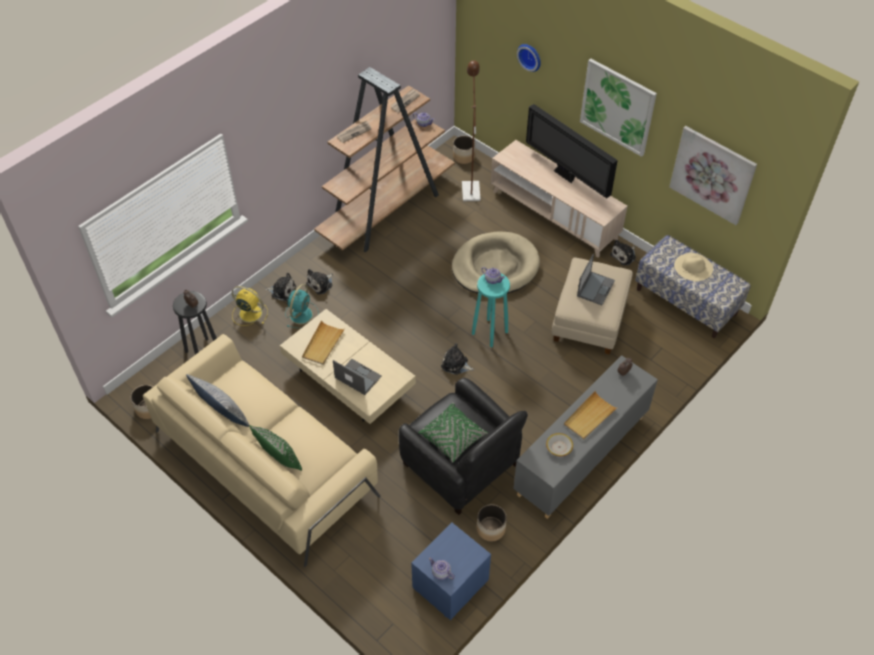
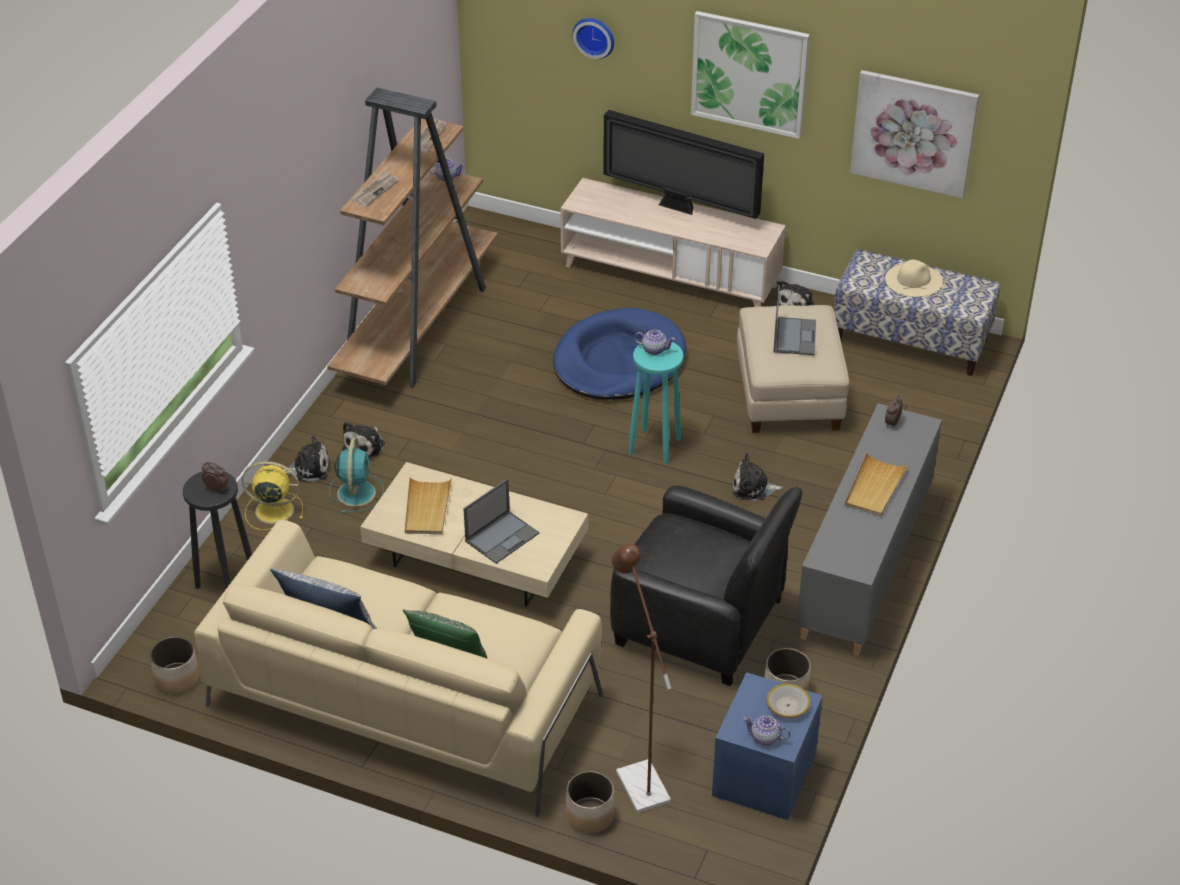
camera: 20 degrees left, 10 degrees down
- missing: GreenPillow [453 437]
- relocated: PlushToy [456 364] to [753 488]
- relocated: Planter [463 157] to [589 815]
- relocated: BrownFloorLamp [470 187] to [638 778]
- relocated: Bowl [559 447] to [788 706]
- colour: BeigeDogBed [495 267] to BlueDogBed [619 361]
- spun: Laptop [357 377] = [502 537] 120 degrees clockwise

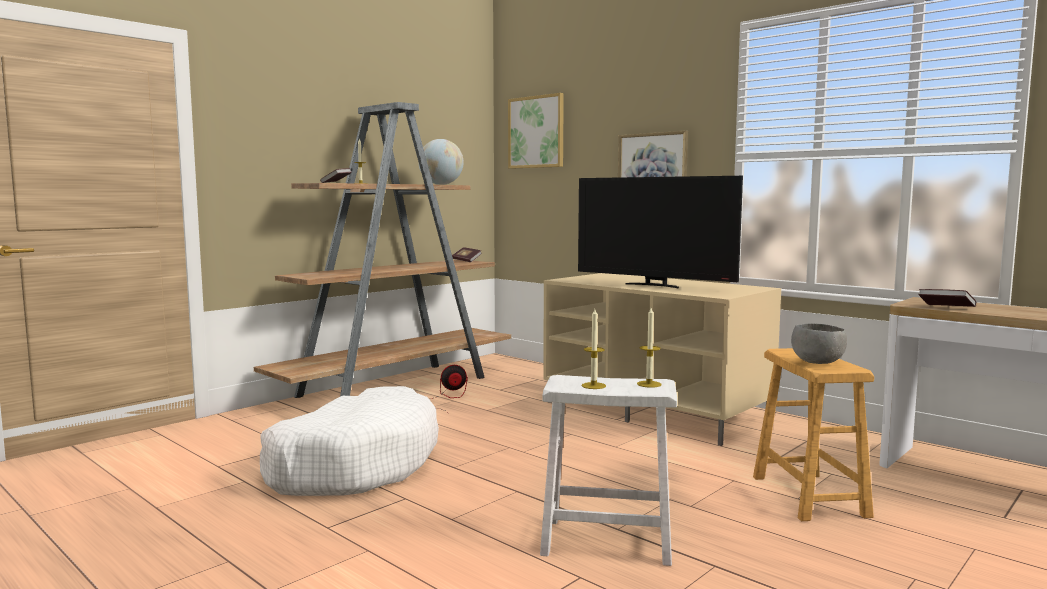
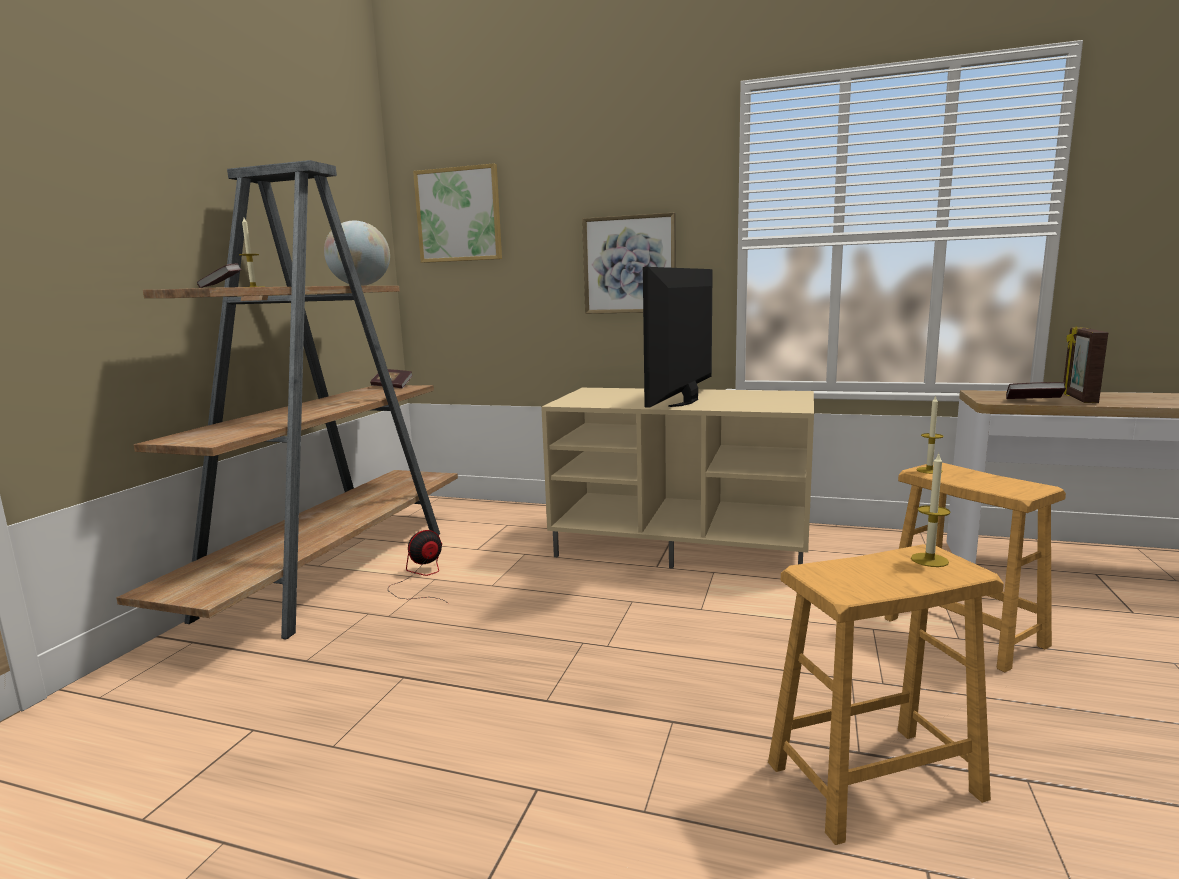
camera: 25 degrees left, 5 degrees up
- missing: WhiteDogBed [354 464]
- missing: GreyBowl [817 362]
- appeared: PictureFrame [1078 398]
- relocated: Candle [593 386] to [929 470]
- colour: WhiteStool [607 541] to BrownStool [875 781]
- spun: Television [654 285] = [686 401] 105 degrees clockwise

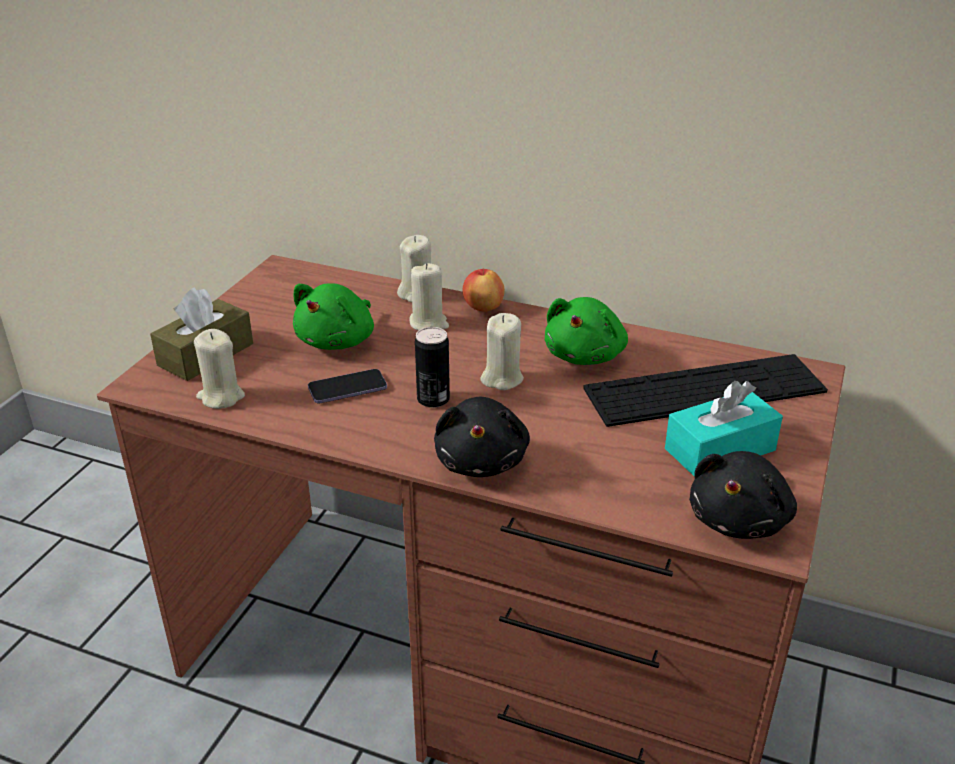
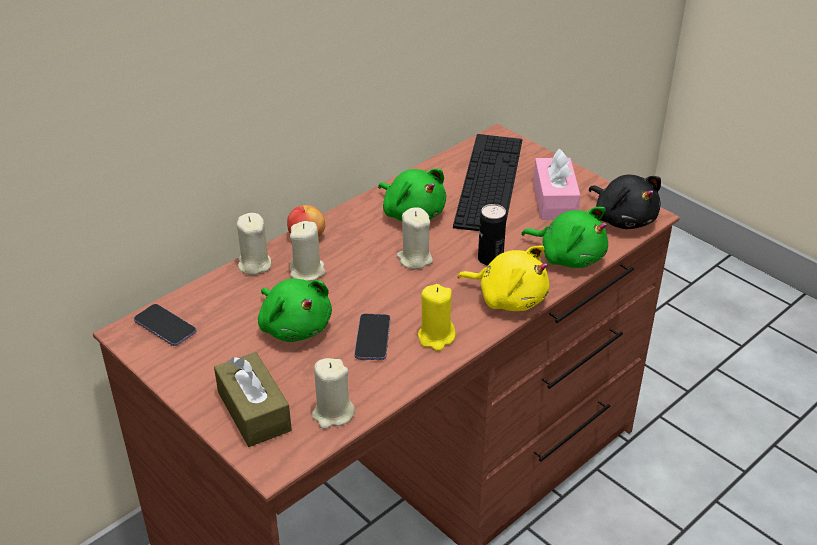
camera: 65 degrees left, 5 degrees up
- appeared: Phone [165 326]
- appeared: YellowCandle [436 337]
- appeared: GreenPlushToy [568 256]
- relocated: Can [433 399] to [490 259]
- colour: BlackPlushToy [482 461] to YellowPlushToy [508 298]
- colour: TurquoiseTissueBox [720 449] to PinkTissueBox [554 200]

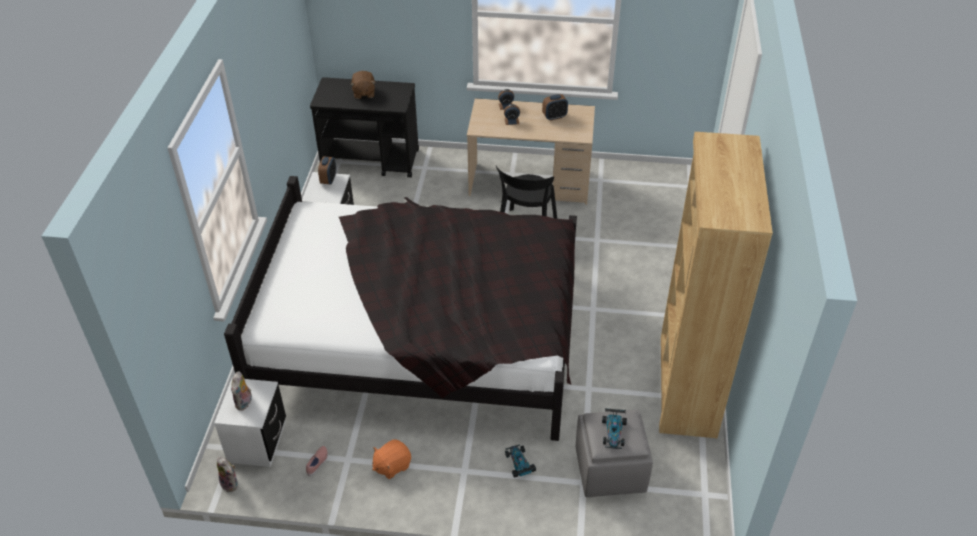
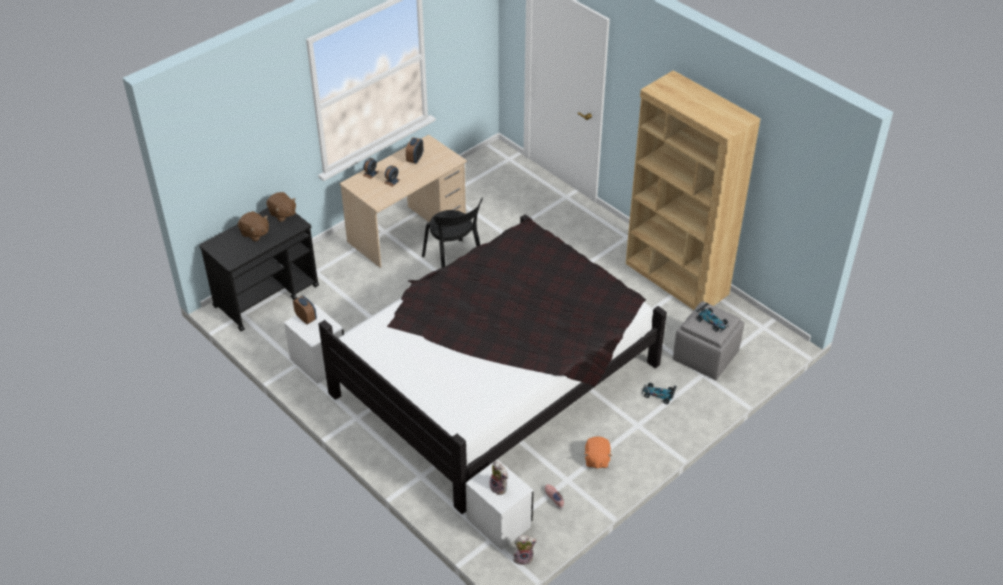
camera: 50 degrees left, 0 degrees up
- appeared: BrownPlushToy [282 214]

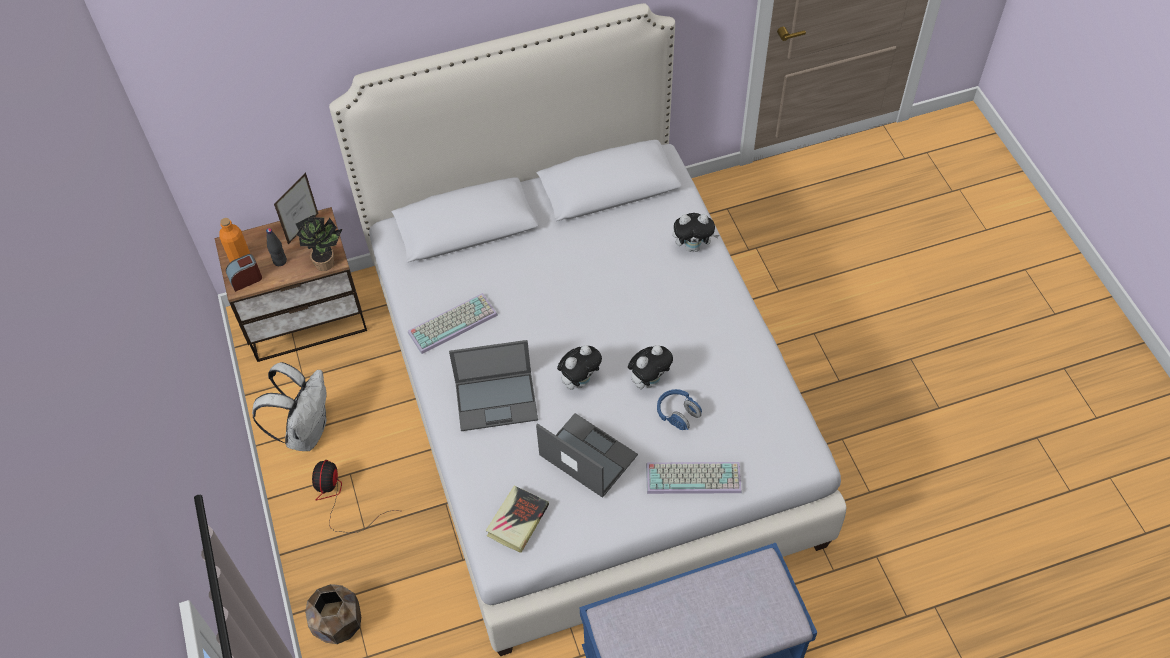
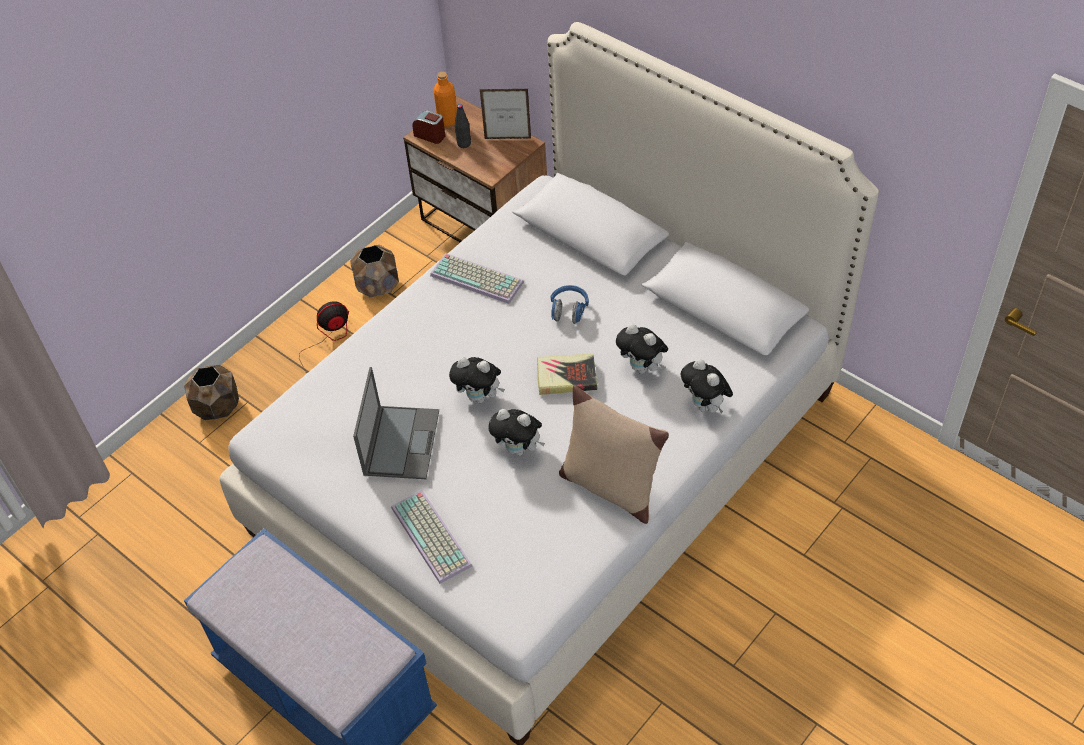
camera: 60 degrees right, 5 degrees down
- missing: PottedPlant [327 262]
- missing: Laptop [497 400]
- appeared: BeigePillow [610 486]
- appeared: PlushToy [642 368]
- relocated: Book [517 521] to [566 377]
- relocated: BlueHeadphones [678 414] to [568 311]
- exchanged: WhiteBackpack [306 431] to BrownPlanter [378 286]

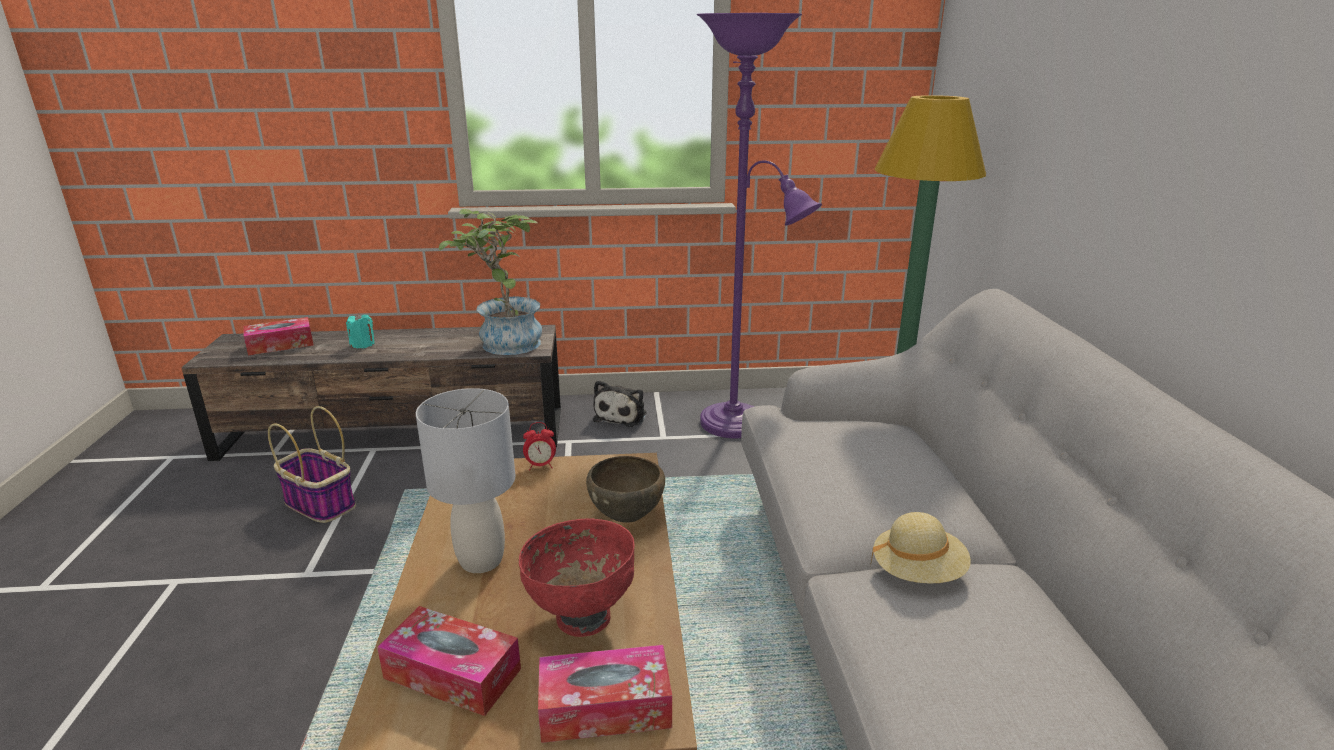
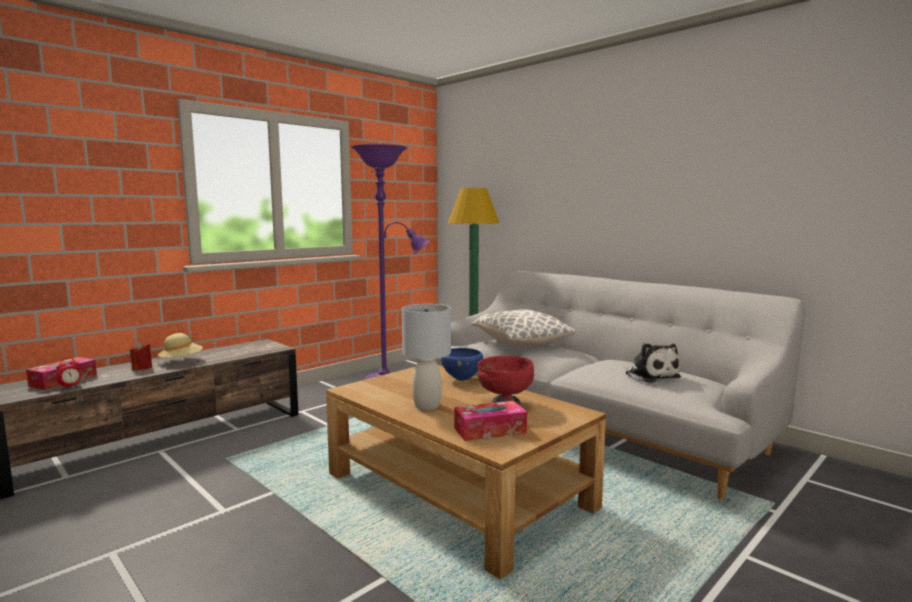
camera: 40 degrees left, 15 degrees down
- missing: Basket [319 504]
- missing: PottedPlant [503 342]
- missing: TissueBox [605 707]
- appeared: Pillow [521 343]
- relocated: AlarmClock [540 466] to [70 387]
- relocated: PlushToy [622 415] to [650 375]
- relocated: BeigeHat [917 572] to [181 361]
- colour: TurquoiseCandle [363 344] to RedCandle [142 368]
- colour: BrownBowl [627 517] to BlueBowl [462 379]

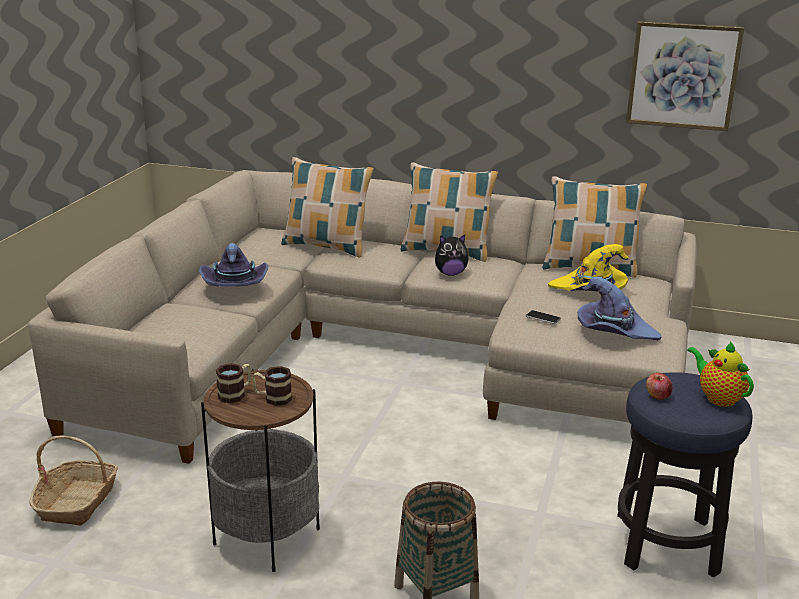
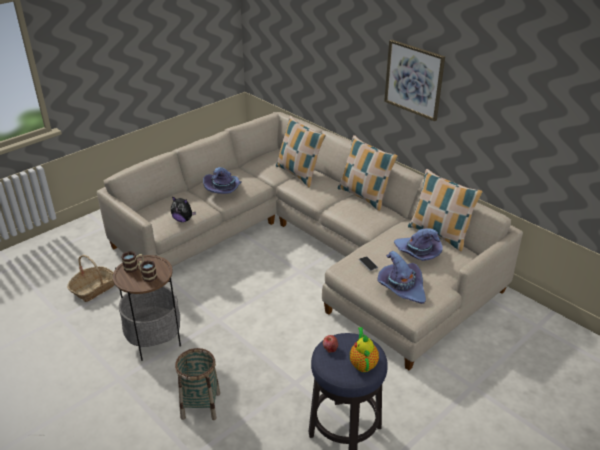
camera: 30 degrees right, 10 degrees up
- relocated: PlushToy [450 273] to [183 220]
- relocated: Picture [683 76] to [414 79]
- colour: YellowHat [590 290] to PurpleHat [417 253]

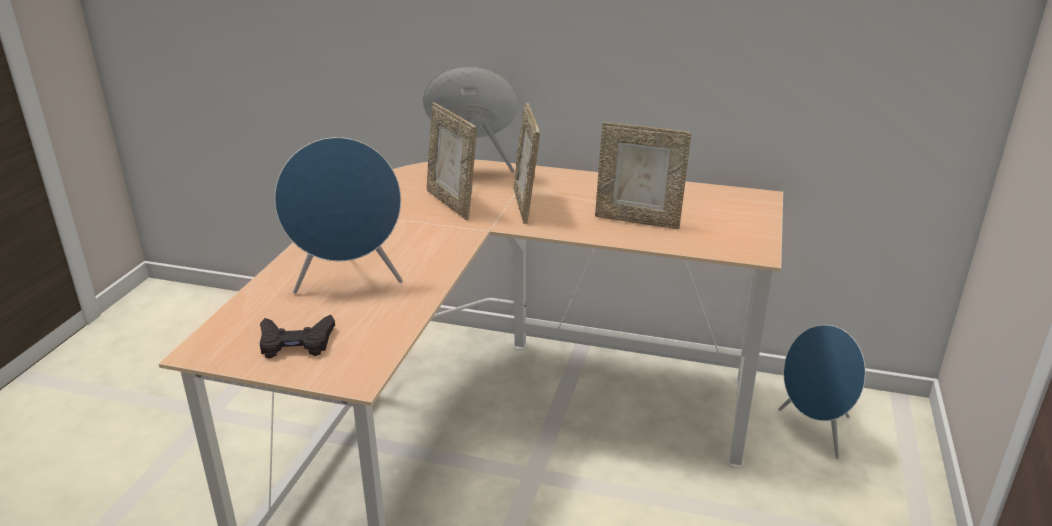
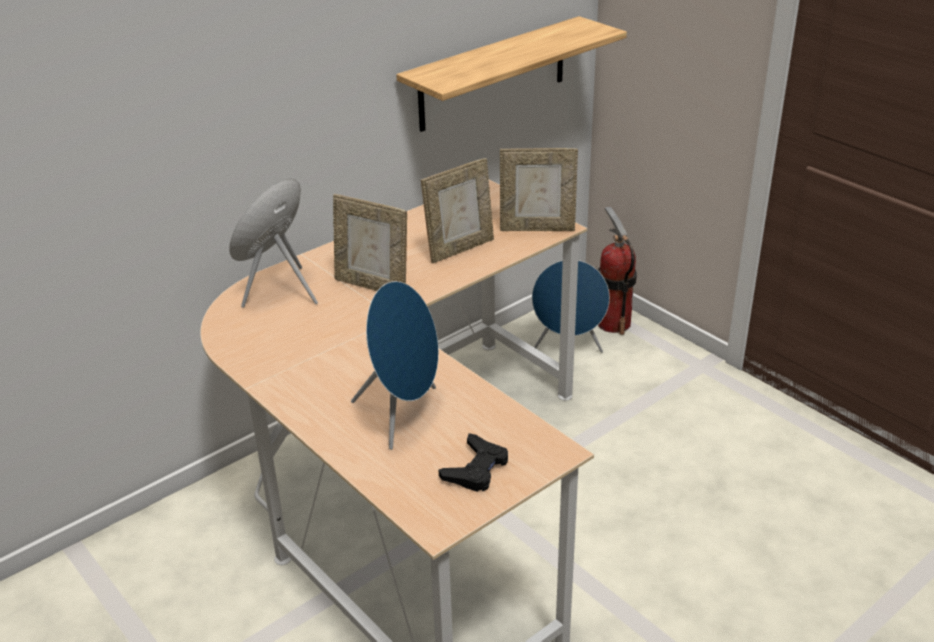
camera: 55 degrees left, 5 degrees up
- appeared: Shelf [493 74]
- appeared: FireExtinguisher [613 323]
- relocated: PictureFrame [452 203] to [537 228]

